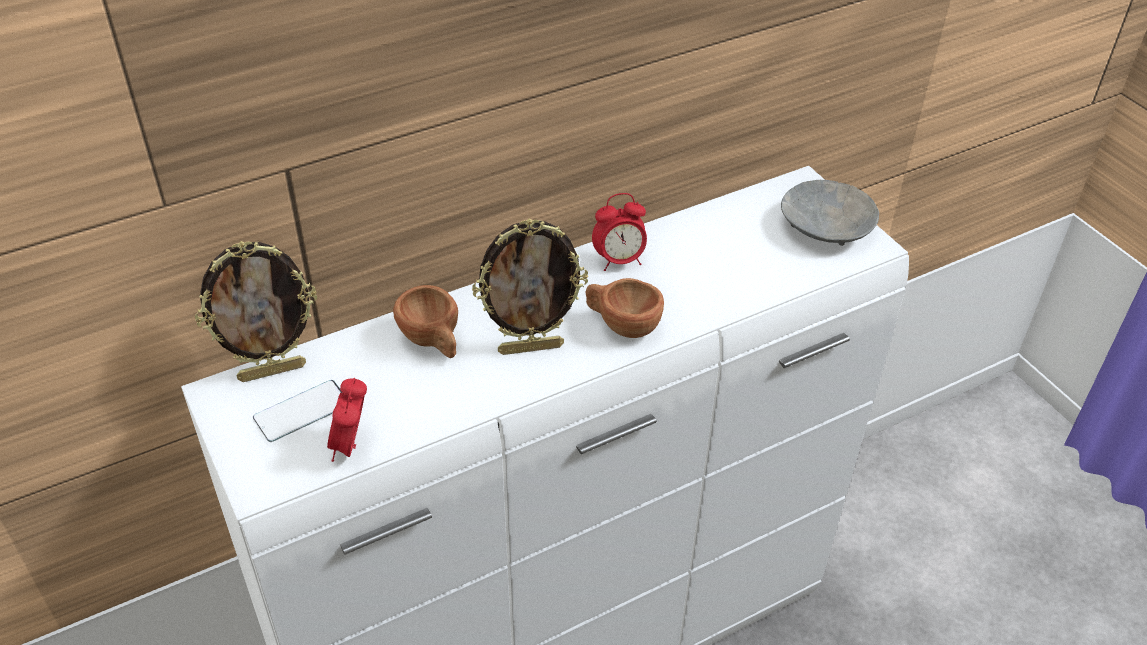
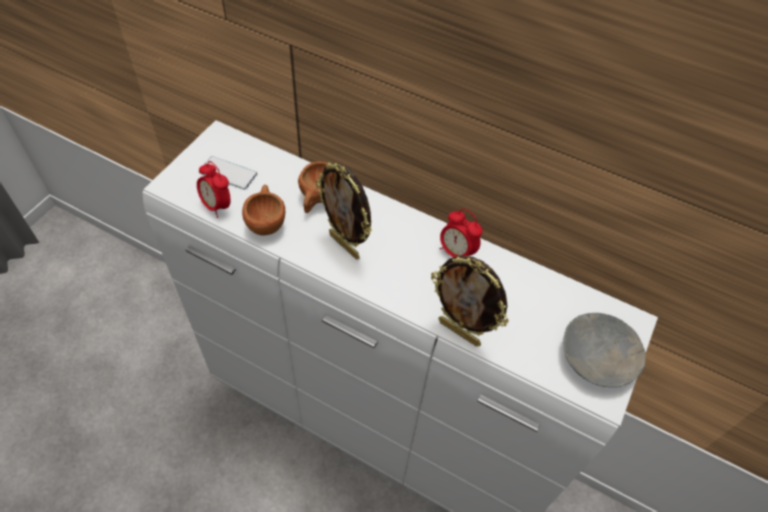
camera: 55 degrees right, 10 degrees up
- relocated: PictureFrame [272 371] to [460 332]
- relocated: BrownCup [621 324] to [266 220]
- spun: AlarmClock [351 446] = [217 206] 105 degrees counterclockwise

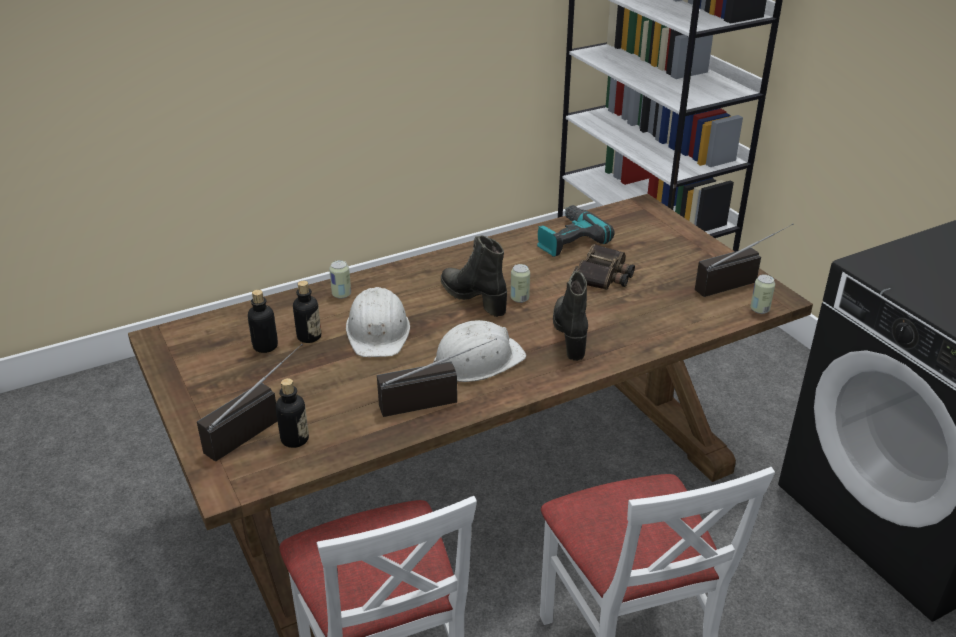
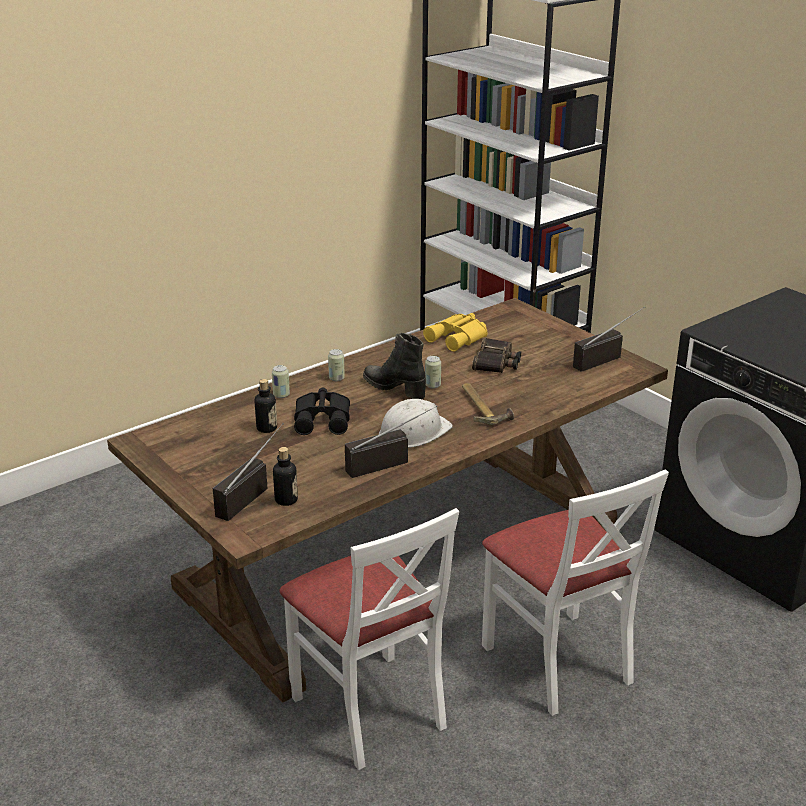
camera: 10 degrees left, 5 degrees down
- missing: Bottle [265 346]
- relocated: Can [759 309] to [336 378]
- exchanged: WhiteHardHat [378 331] to BlackBinoculars [324 419]
- exchanged: PowerDrill [568 239] to YellowBinoculars [458 338]
- exchanged: BlackBoot [571 334] to Hammer [483 407]

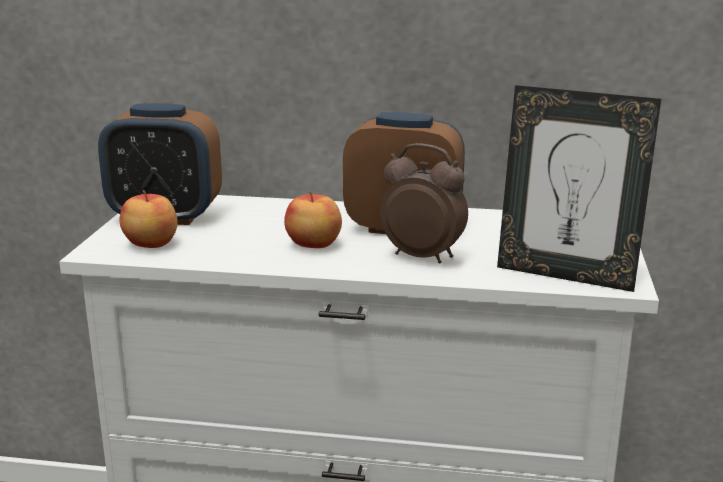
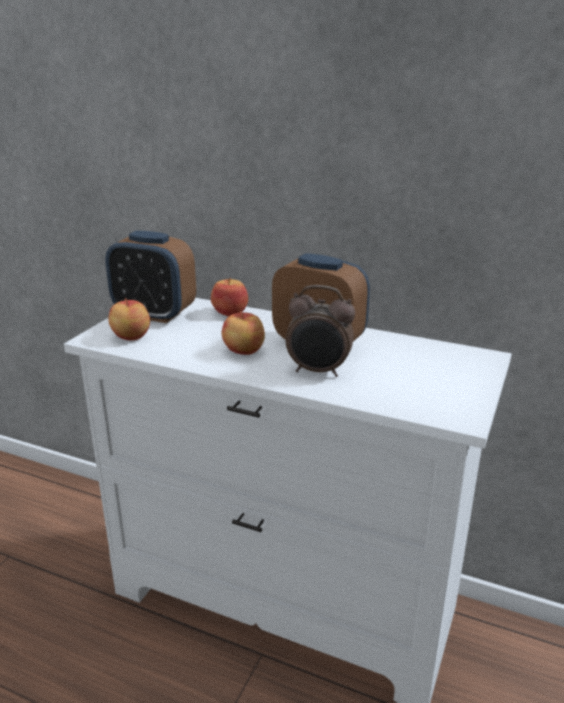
camera: 15 degrees right, 5 degrees up
- missing: PictureFrame [566 275]
- appeared: Apple [230 312]
- spun: AlarmClock [423 256] = [318 371] 150 degrees clockwise

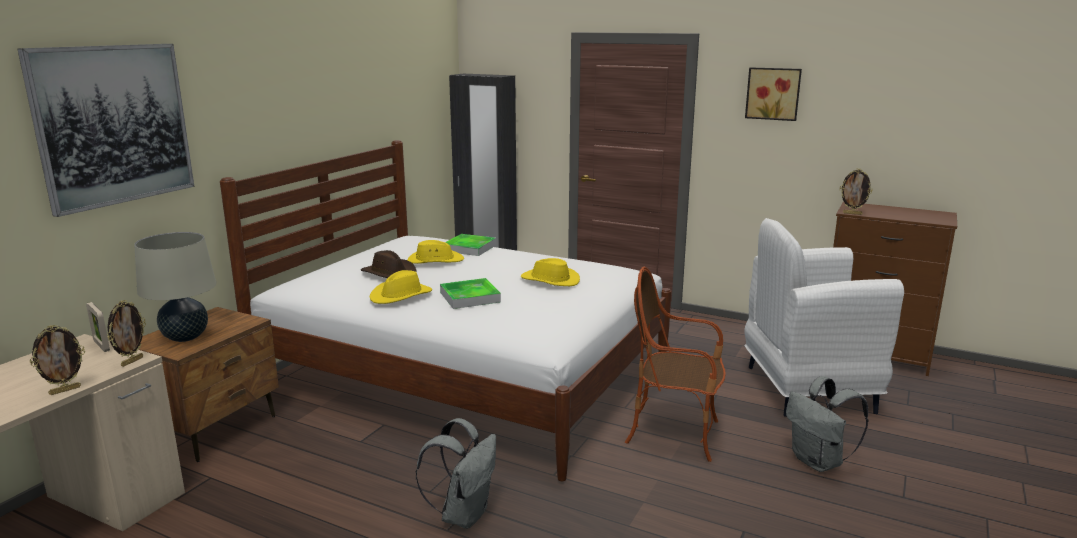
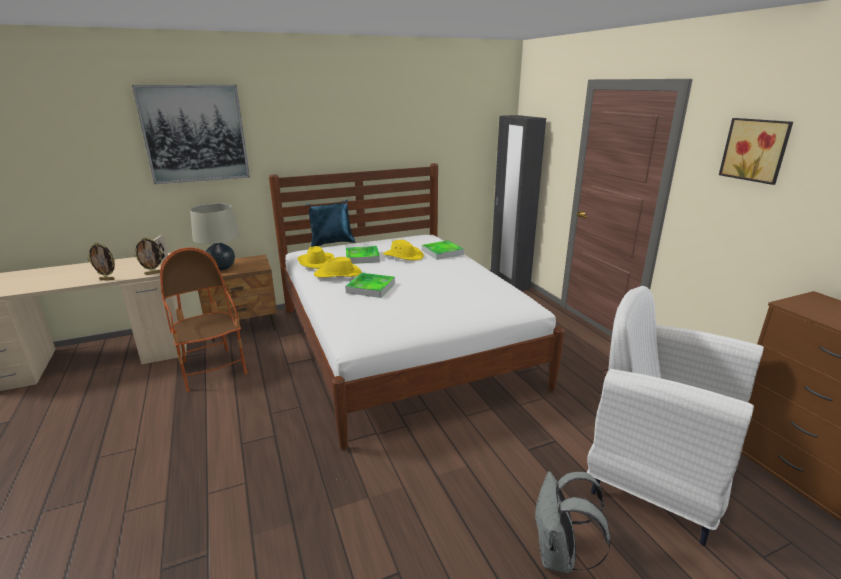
camera: 40 degrees right, 5 degrees up
- missing: GreyBackpack [464 514]
- missing: PictureFrame [852 213]
- appeared: BluePillow [332 243]
- relocated: YellowHat [550 280] to [315 262]
- relocated: Armchair [674 434] to [212 369]
- exchanged: BrownHat [389 273] to Tray [362 257]

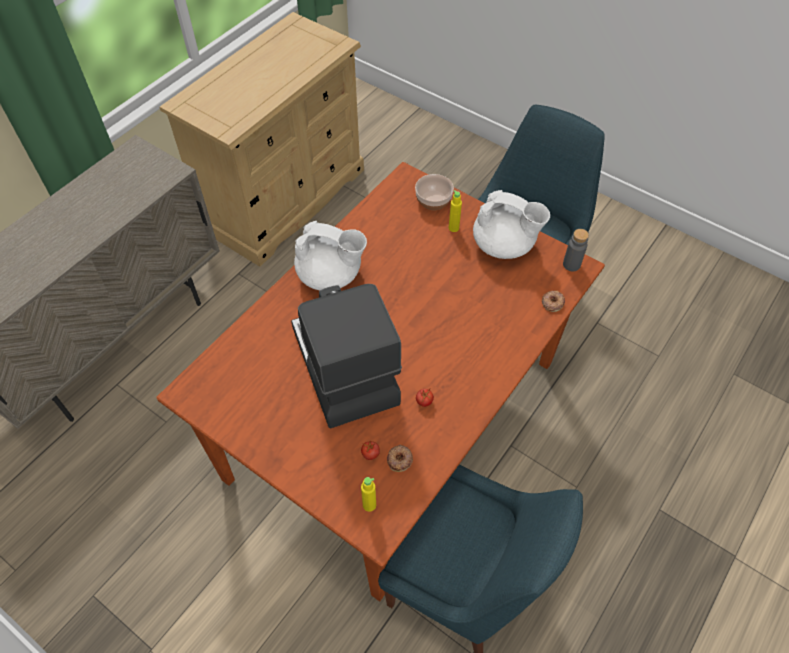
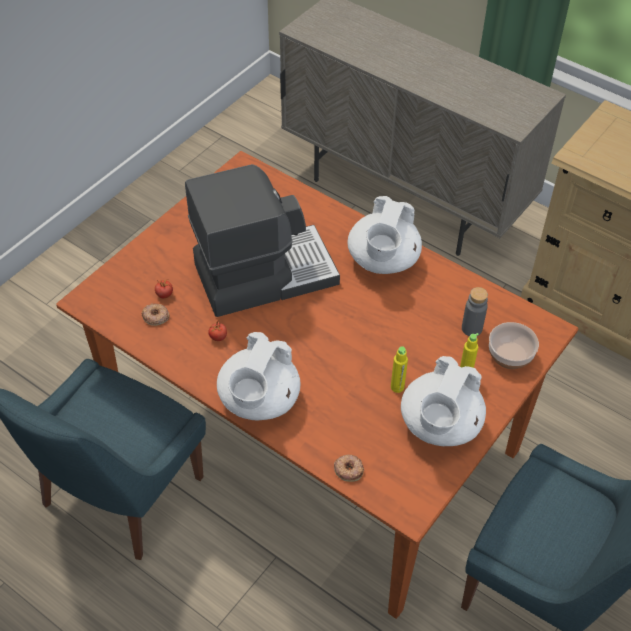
camera: 90 degrees right, 5 degrees down
- appeared: WhiteTeapot [259 401]
- relocated: YellowBottle [369 505] to [397 387]
- relocated: GreyBottle [571 264] to [471 328]

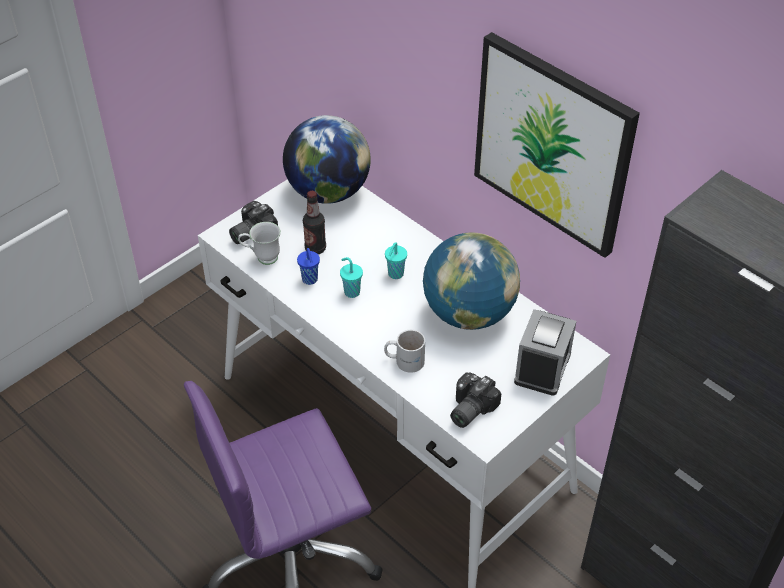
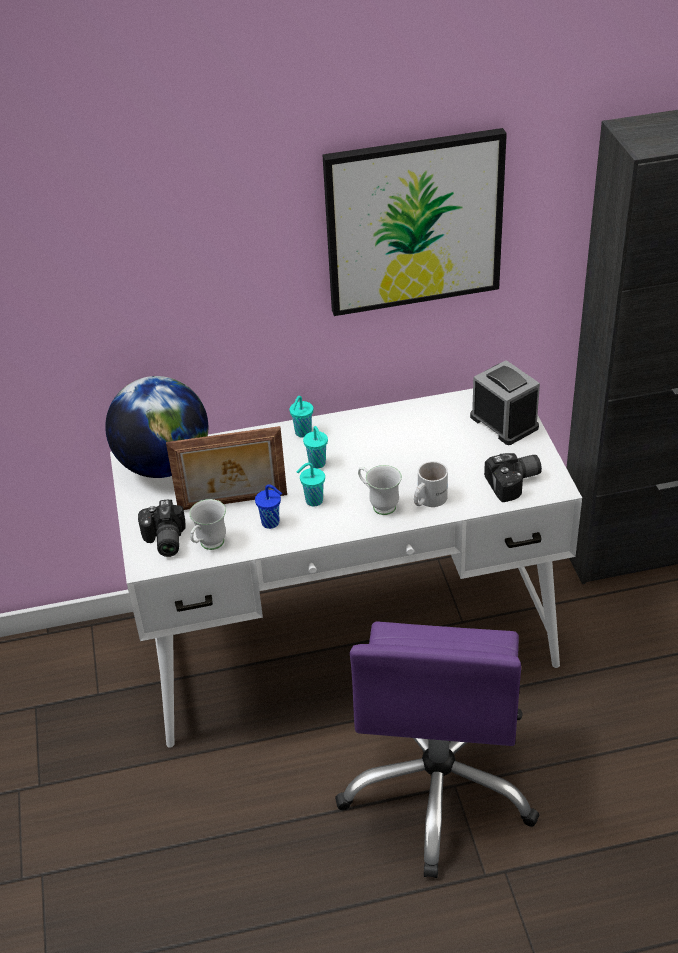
camera: 55 degrees left, 5 degrees down
- missing: Globe [469 313]
- appeared: TurquoiseCup [302 433]
- appeared: WhiteMug [379 504]
- exchanged: Bottle [315 248] to PictureFrame [233 503]
- spun: PhotoCamera [468 409] = [515 483] 90 degrees counterclockwise

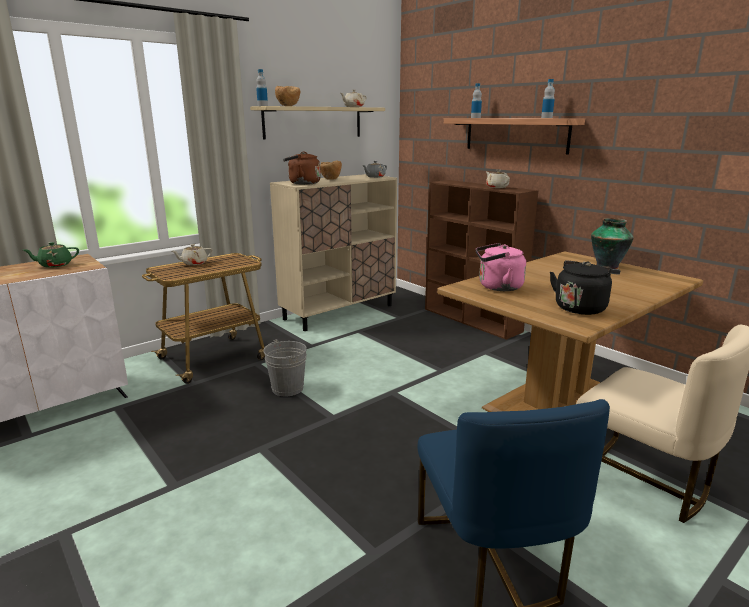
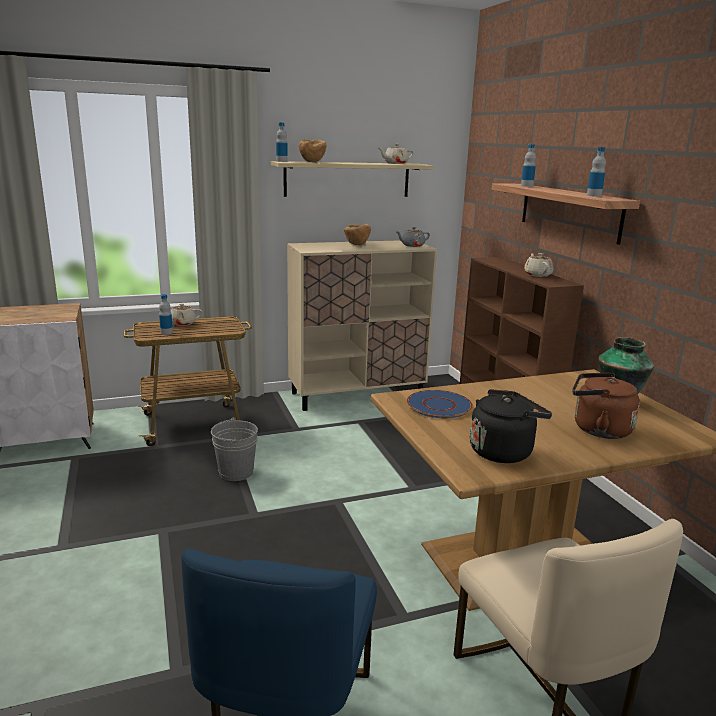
camera: 20 degrees right, 0 degrees up
- missing: GreenTeapot [55 265]
- appeared: Bottle [166 332]
- relocated: BrownKettle [302 183] to [597 429]
- exchanged: PinkKettle [497 287] to BluePlate [438 405]

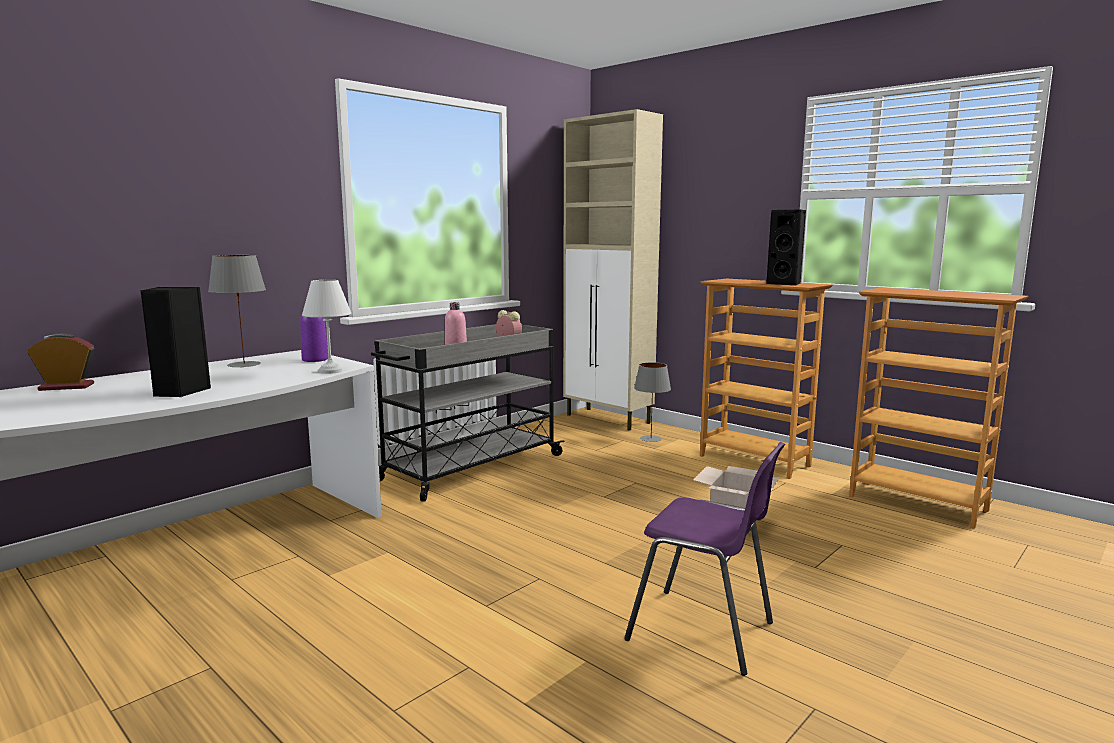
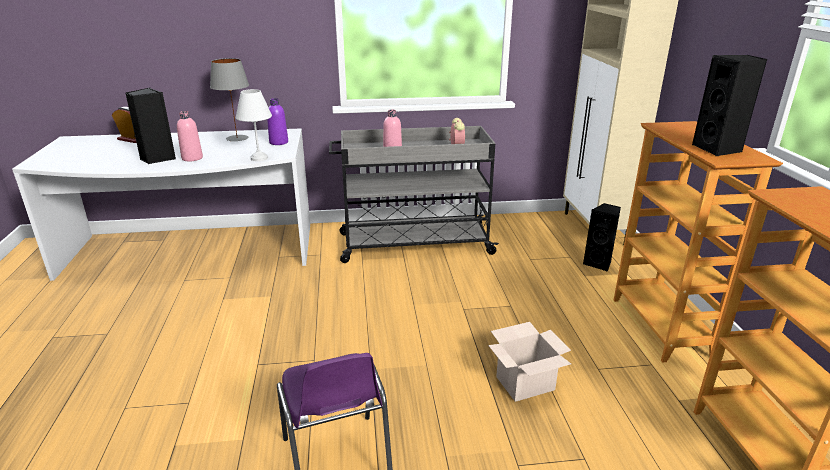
camera: 40 degrees right, 15 degrees up
- appeared: PinkBottle [192 158]
- exchanged: GreyTableLamp [651 438] to BlackSpeaker [599 263]

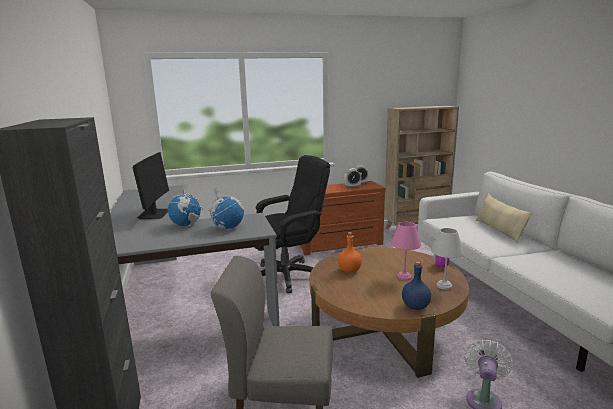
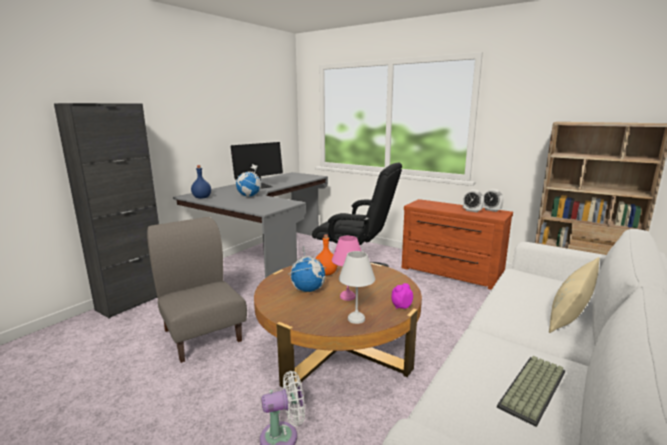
camera: 50 degrees right, 0 degrees up
- appeared: Keyboard [534 390]
- relocated: Globe [227 228] to [308 289]
- relocated: BlueBottle [415 306] to [202 198]

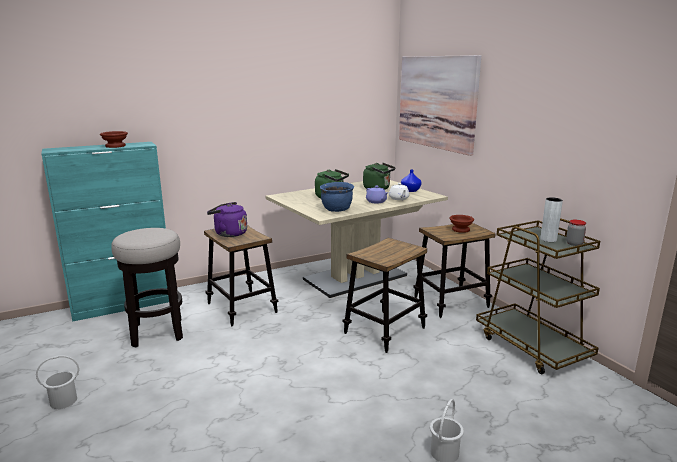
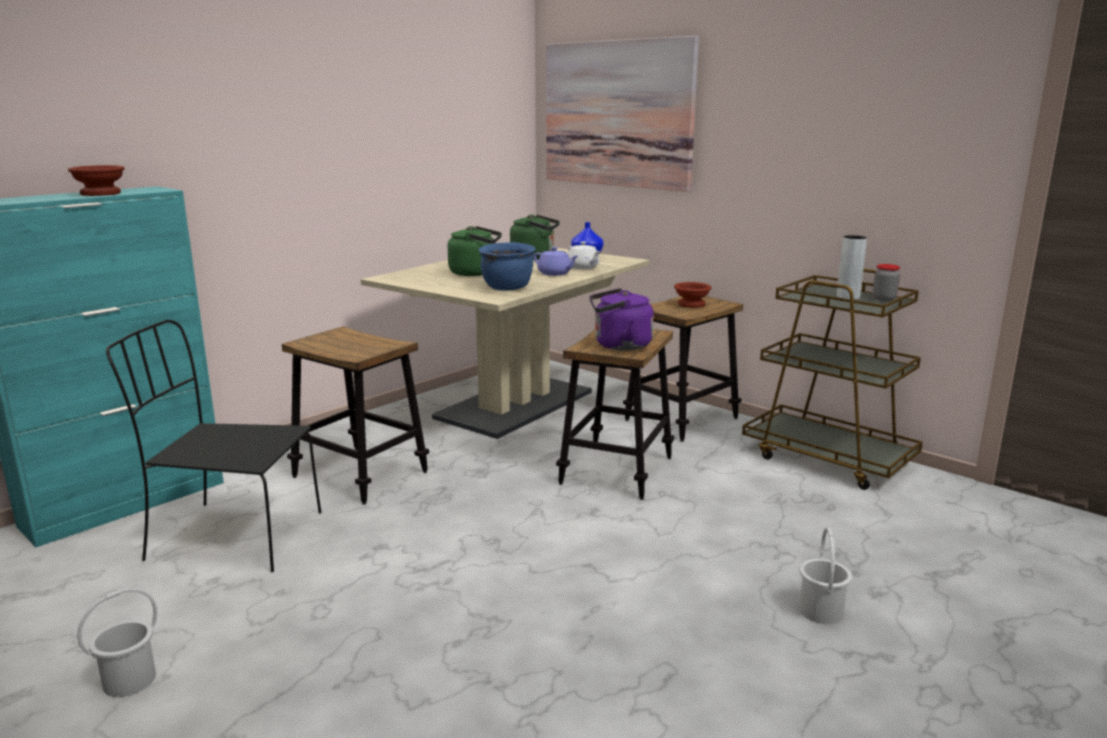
camera: 20 degrees left, 0 degrees up
- relocated: PurpleKettle [228 233] to [619 345]
- exchanged: Stool [157 332] to BlackChair [232 536]

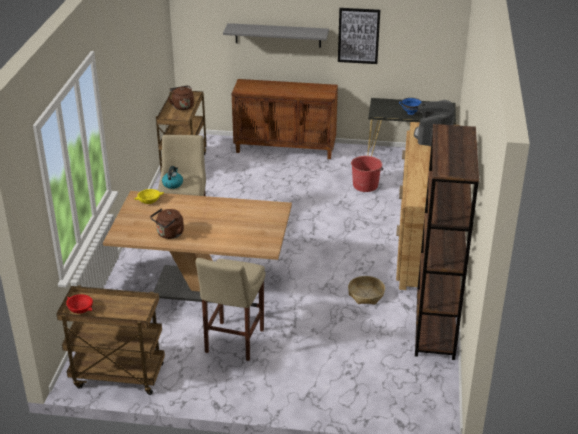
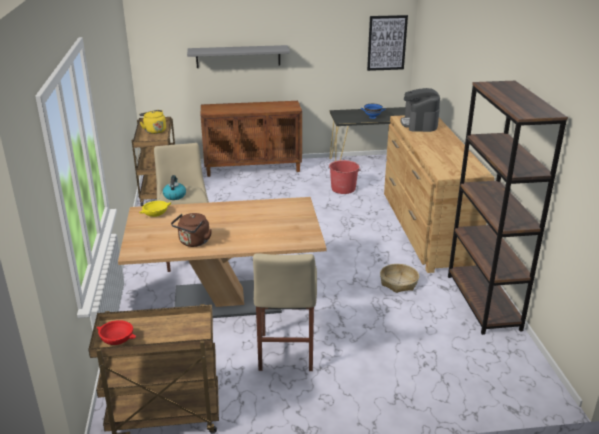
camera: 15 degrees left, 5 degrees down
- relocated: Picture [358 36] to [387 43]
- colour: BrownKettle [182 106] to YellowKettle [154 131]

